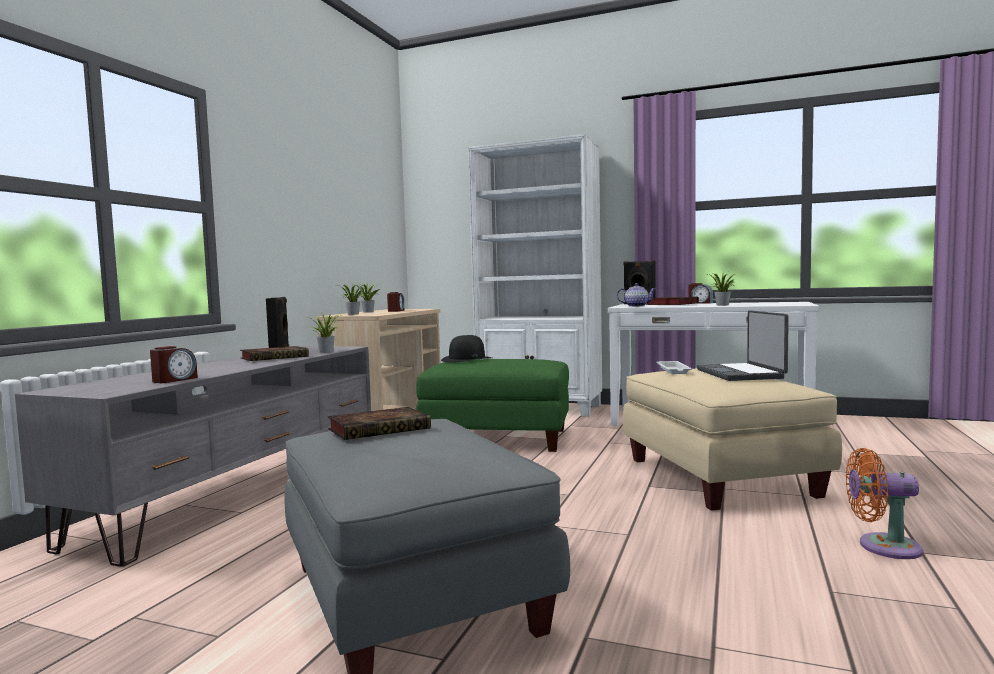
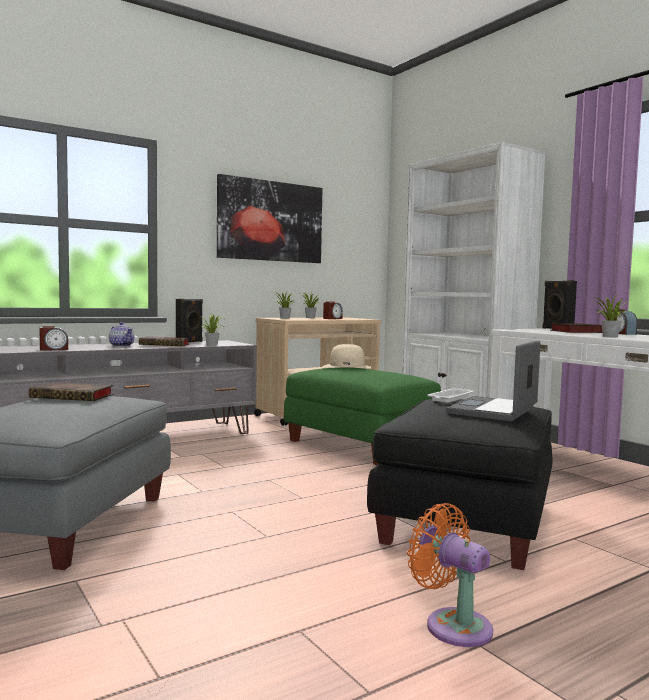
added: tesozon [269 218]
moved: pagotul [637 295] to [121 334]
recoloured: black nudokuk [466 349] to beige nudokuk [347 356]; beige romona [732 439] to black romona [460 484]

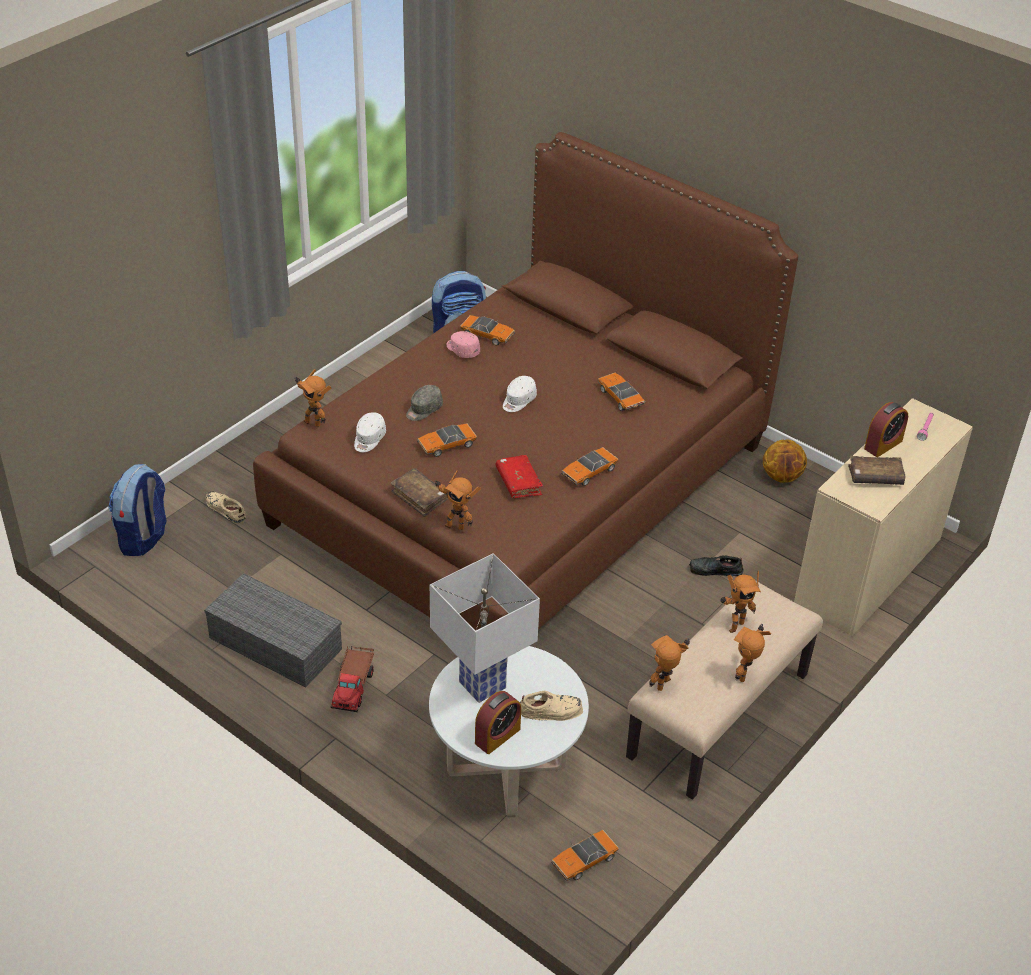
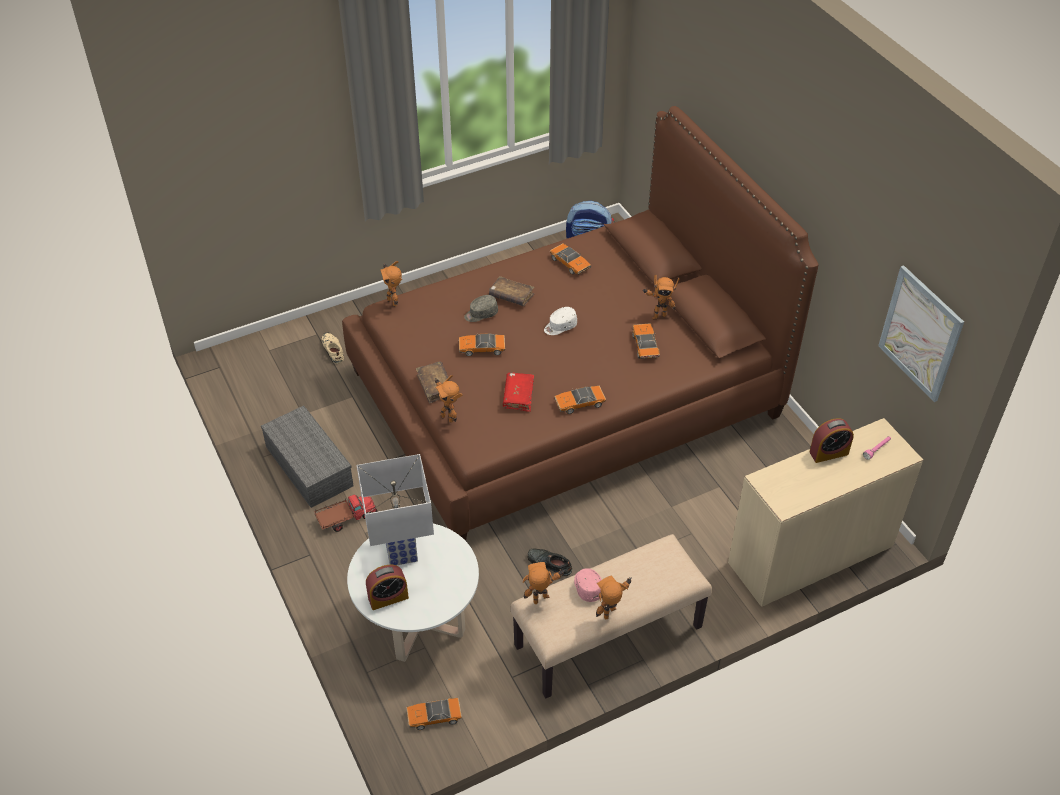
removed: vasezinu [137 510]; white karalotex [370 432]; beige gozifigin [551 706]; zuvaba [785 461]
added: tesozon [921 333]
moved: pink karalotex [463 344] to [588 585]; black gozifigin [716 566] to [549 562]; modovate [740 602] to [661 297]; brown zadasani [876 470] to [511 291]
turned: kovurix [352 679] = [346 513] 150 degrees counterclockwise

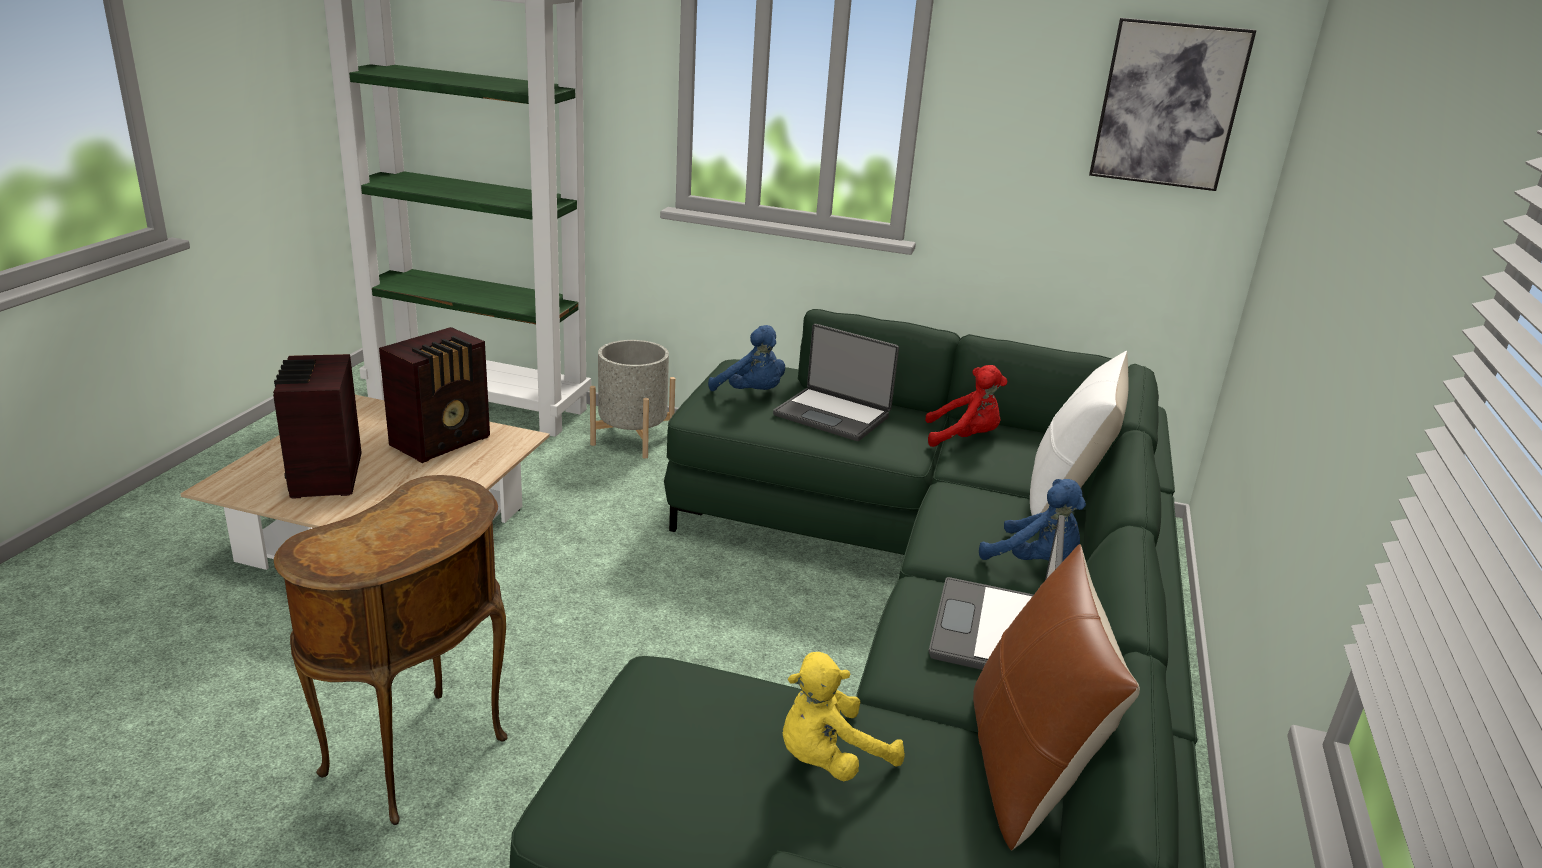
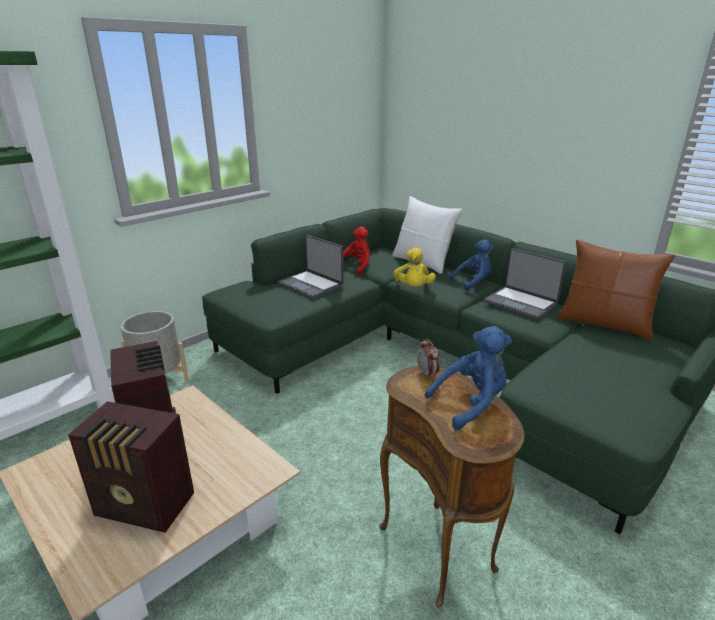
removed: tesozon [1172 104]
added: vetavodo [428 359]
moved: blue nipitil [746 358] to [468 378]; yellow nipitil [844 716] to [414 267]
turned: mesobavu [836 382] = [311 267] 75 degrees clockwise

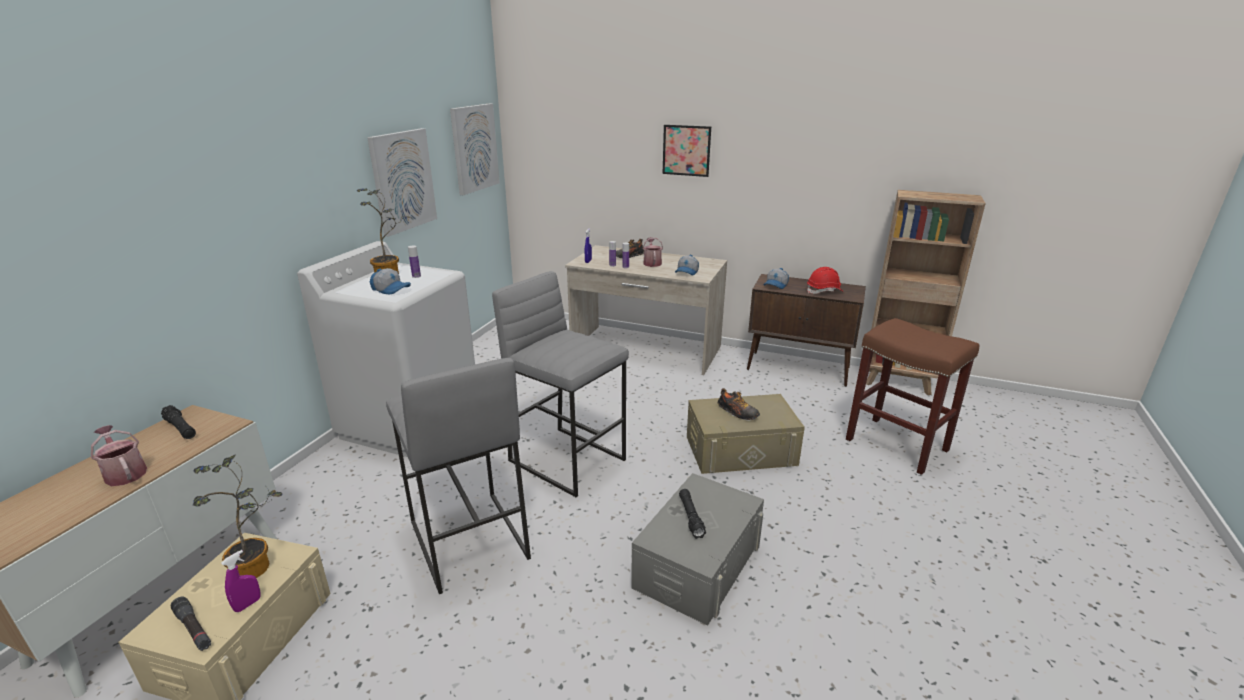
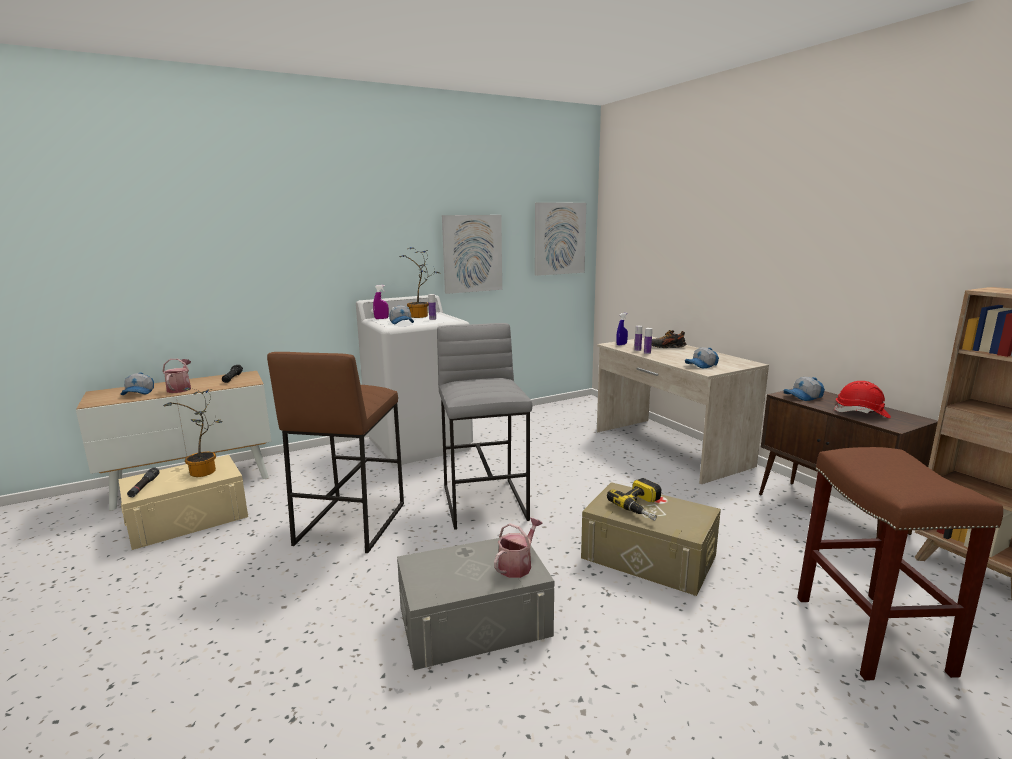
removed: tesozon [687 151]; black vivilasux [692 514]
added: karalotex [137 383]
moved: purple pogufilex [241 581] to [381 302]; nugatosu [653 252] to [518 548]
replaced: gozifigin [739 404] to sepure [634 499]
recoloured: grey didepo [458 476] to brown didepo [335 452]

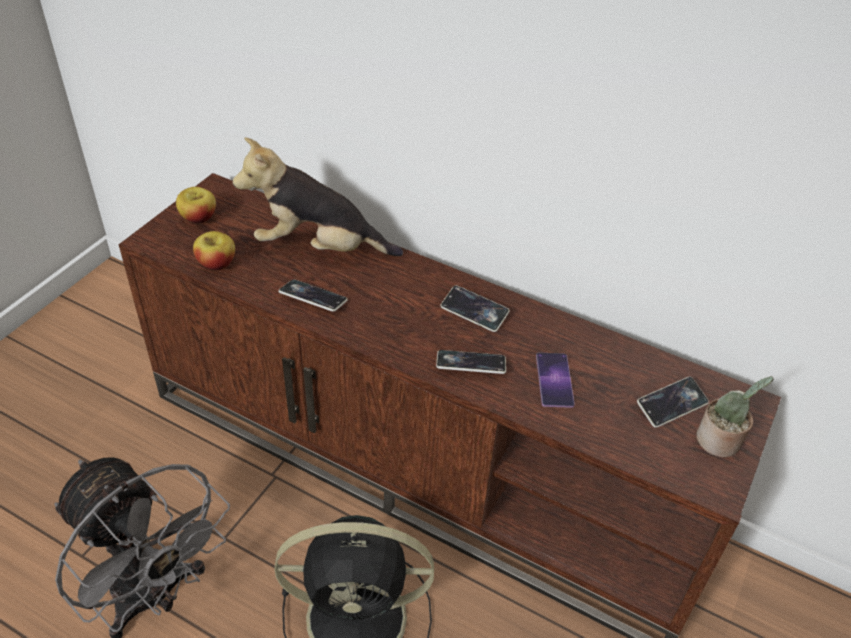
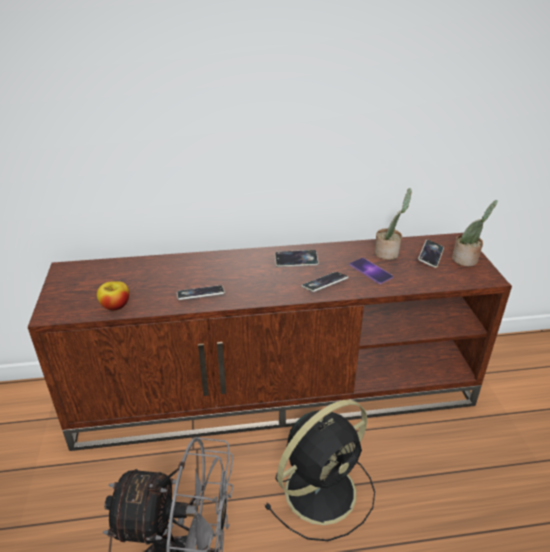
removed: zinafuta [196 205]; nipitil [318 196]
added: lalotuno [393 224]

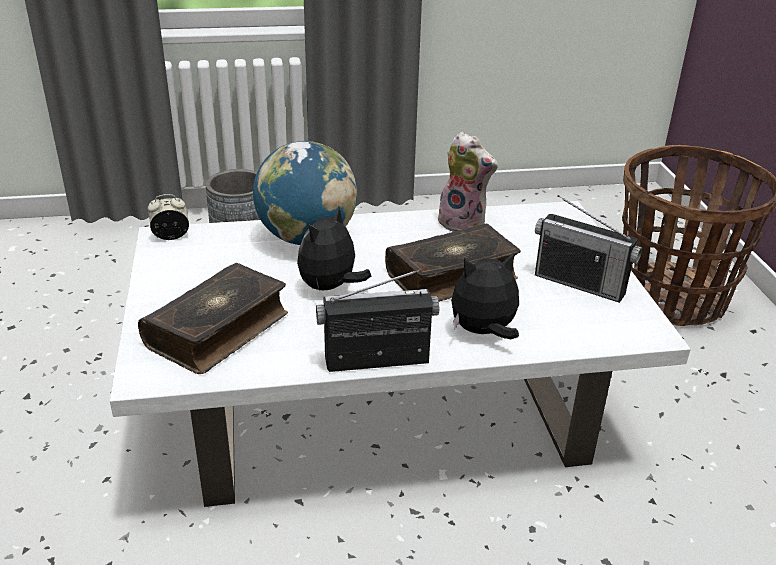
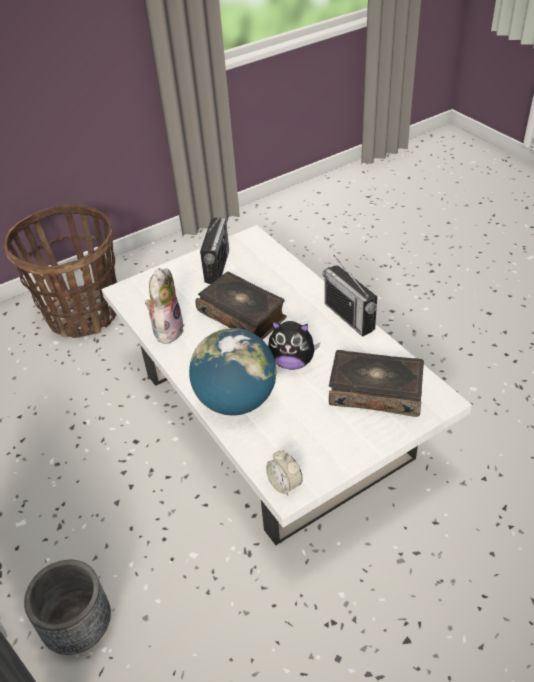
removed: nipitil [485 295]

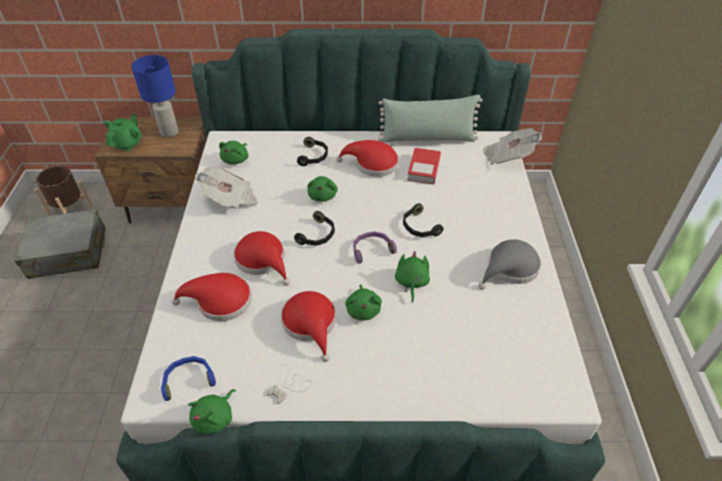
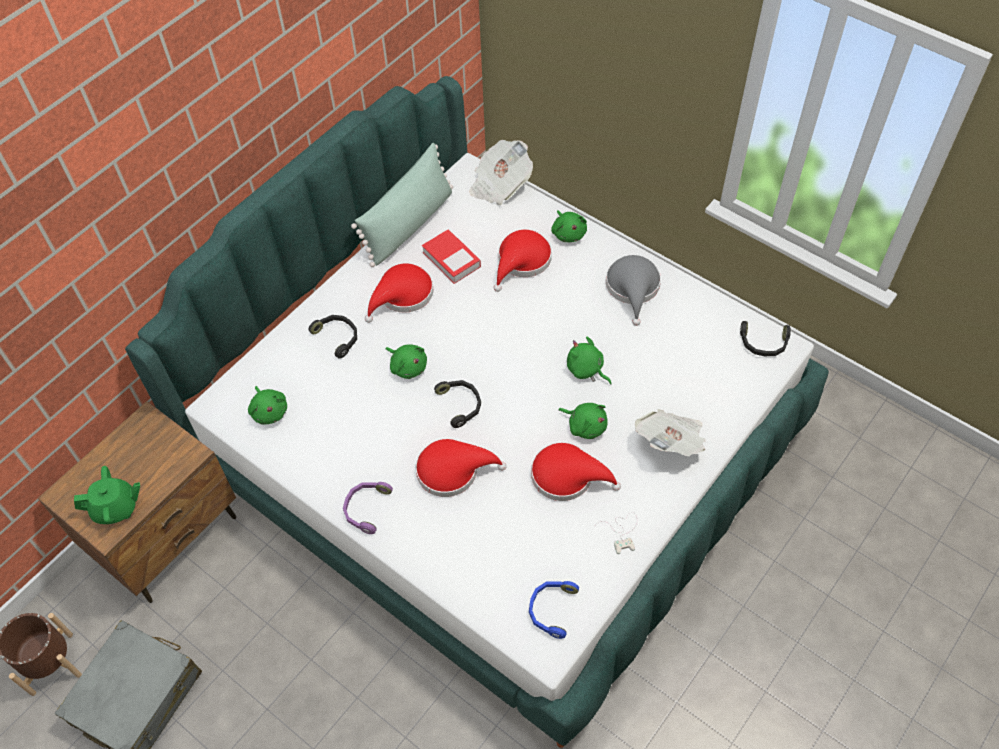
removed: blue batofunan [154 96]
moved: red nudokuk [212 297] to [523 261]; green nipitil [212 411] to [569 226]; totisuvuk [226 187] to [670 432]; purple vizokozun [375 247] to [368 508]; black vizokozun [423 220] to [765 338]
turned: green pagotul [123 132] = [107 495] 105 degrees clockwise

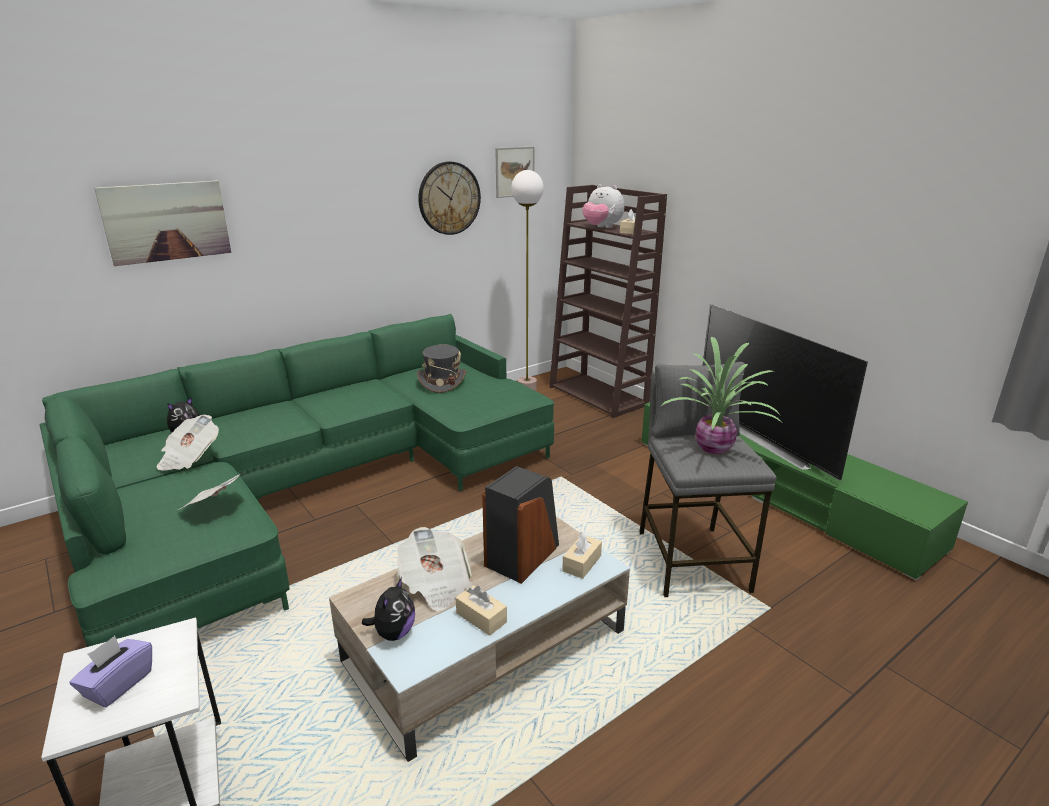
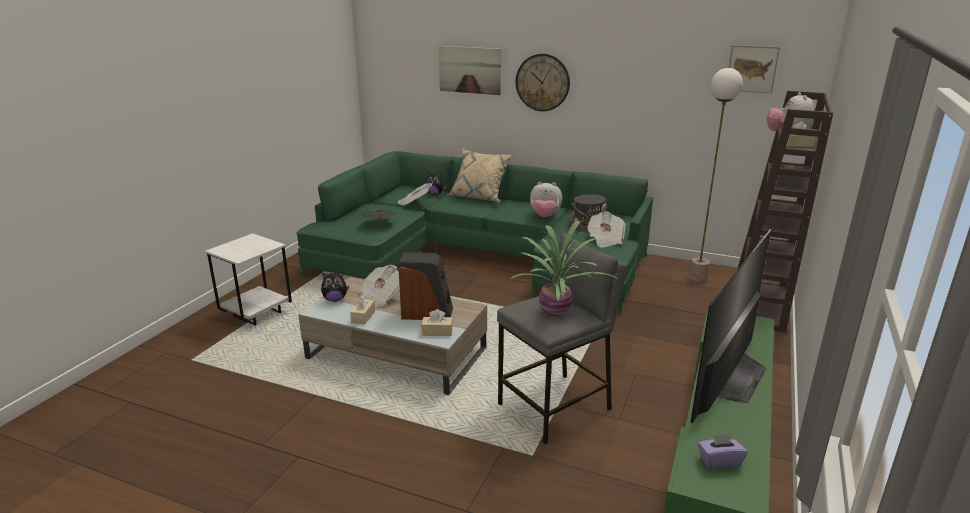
added: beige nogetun [479 175]; nipitil [546 199]; totisuvuk [606 229]
moved: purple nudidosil [111 672] to [722 451]; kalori [449 198] to [543 82]

